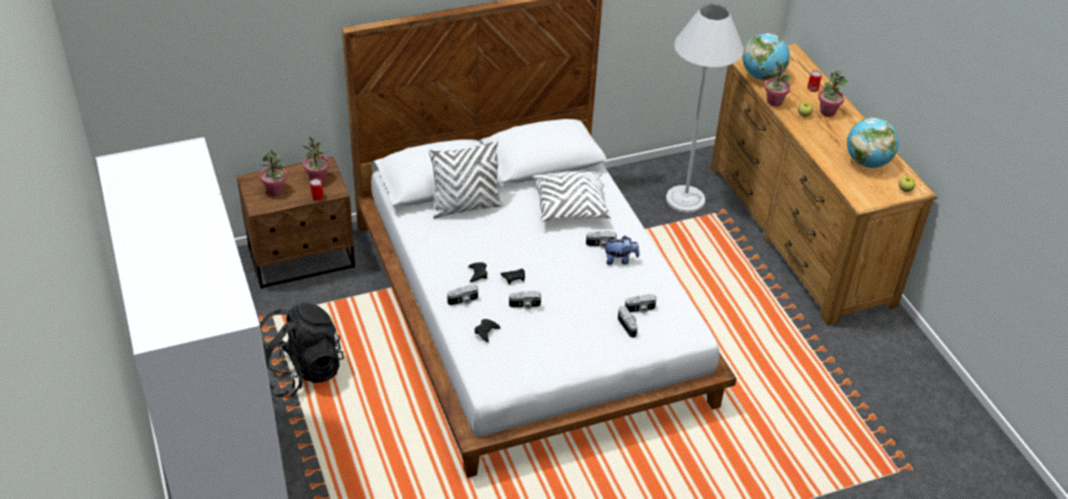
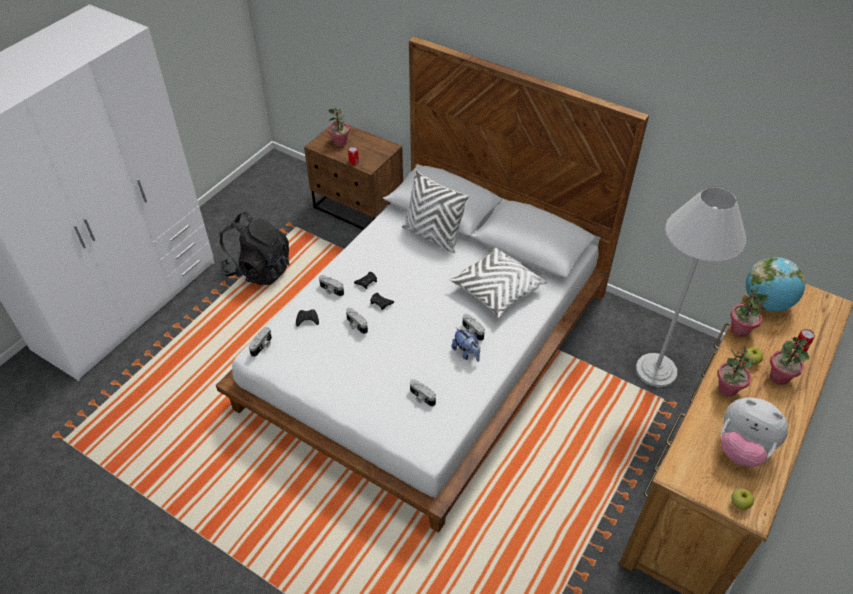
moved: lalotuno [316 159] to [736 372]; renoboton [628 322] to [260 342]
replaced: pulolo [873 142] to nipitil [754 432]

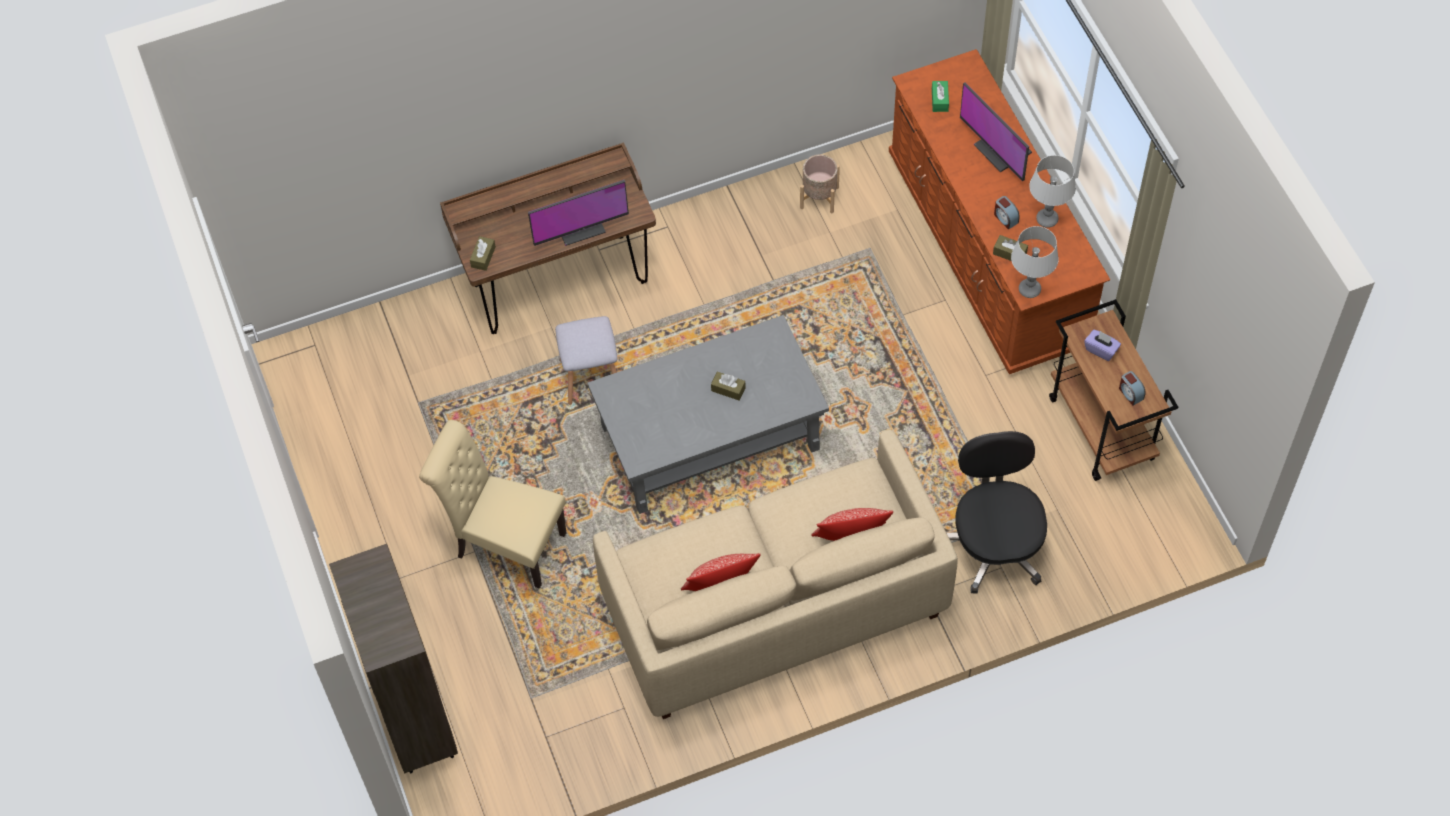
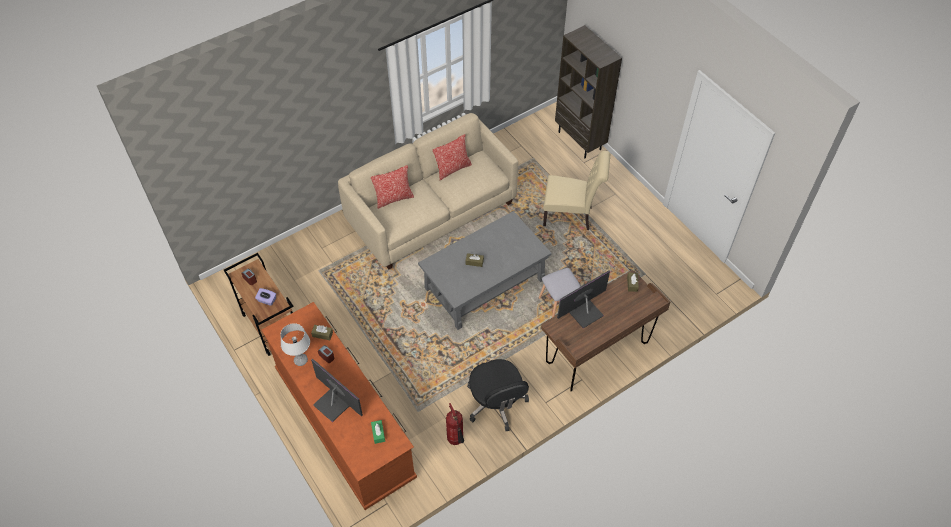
removed: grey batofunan [1035 262]
moved: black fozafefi [997 512] to [498 395]
replaced: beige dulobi [820 183] to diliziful [455 424]

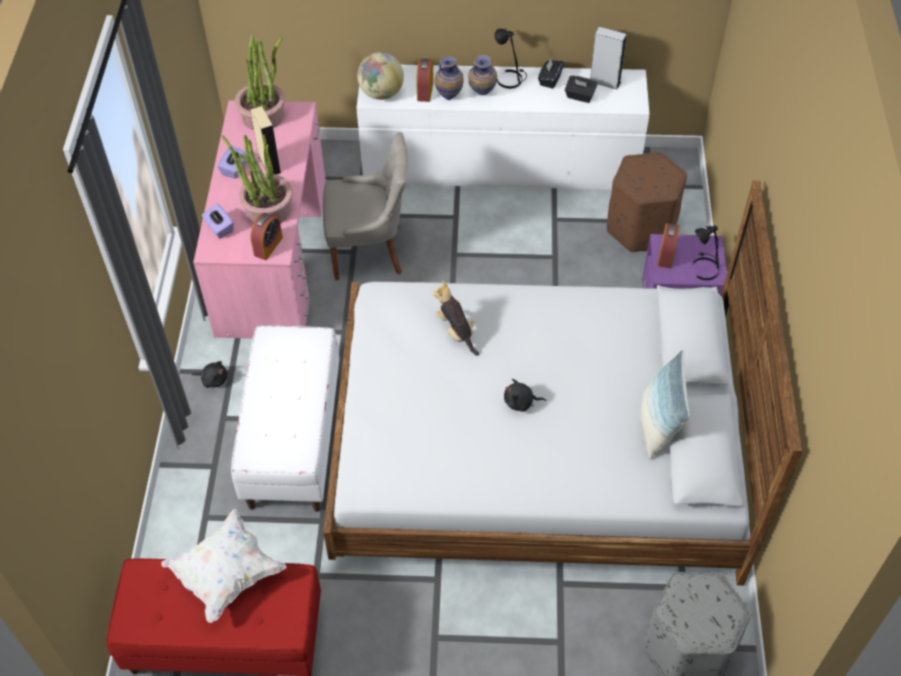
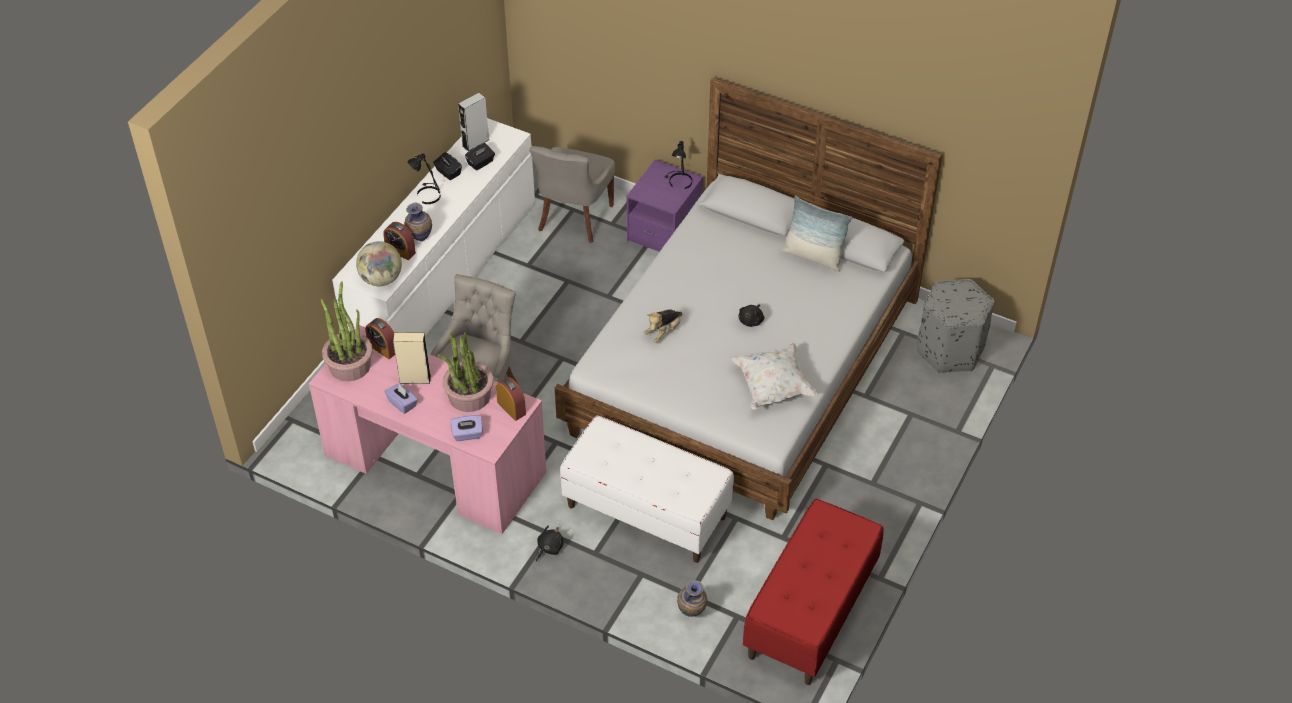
moved: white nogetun [223 566] to [773 376]; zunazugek [482 75] to [692 598]; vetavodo [668 245] to [380 338]
replaced: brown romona [647 202] to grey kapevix [572 194]
turned: nipitil [455 318] = [663 326] 45 degrees counterclockwise

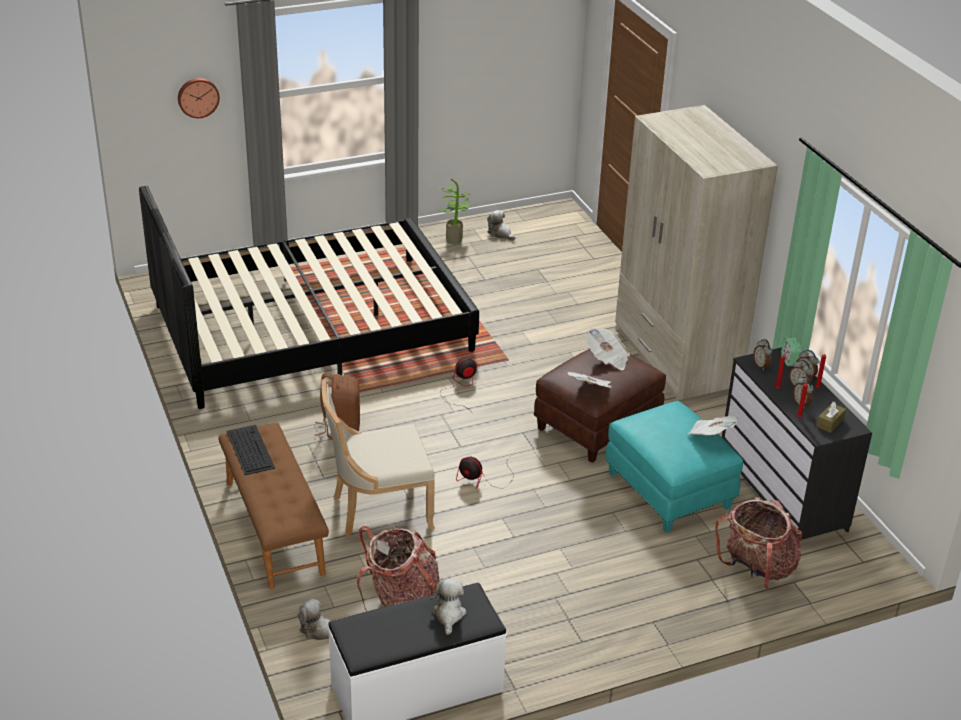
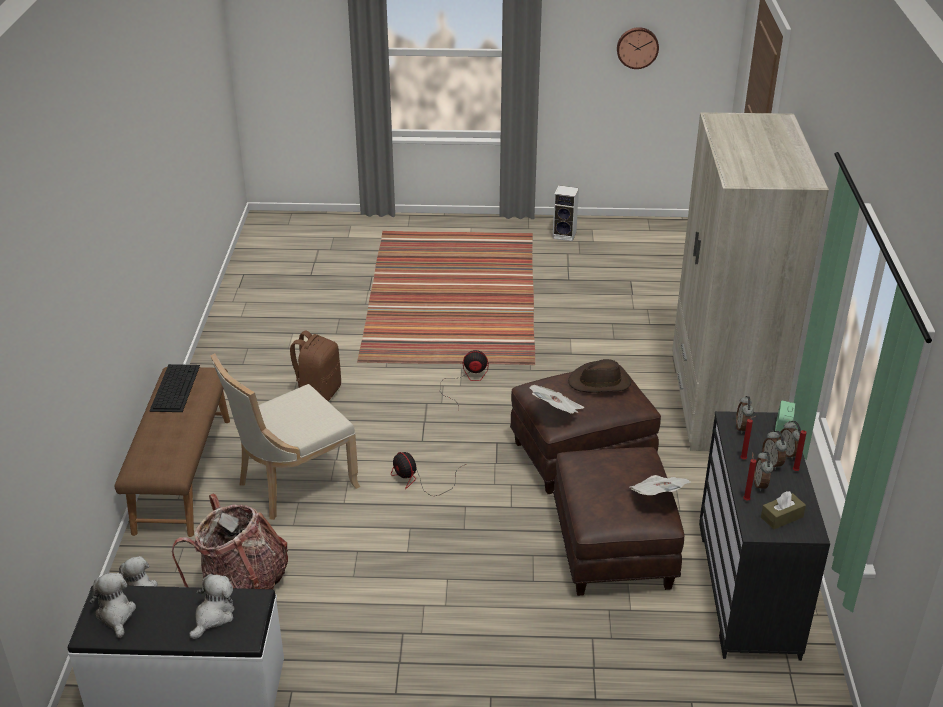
removed: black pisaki [309 297]; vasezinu [758 544]
moved: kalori [199 98] to [638 48]; nipitil [501 225] to [112 605]
replaced: lalotuno [453 212] to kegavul [565 213]; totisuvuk [608 349] to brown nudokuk [599 376]
recoloured: turquoise romona [674 467] to brown romona [619 521]
turned: beige kapevix [378 458] = [285 436] 45 degrees counterclockwise

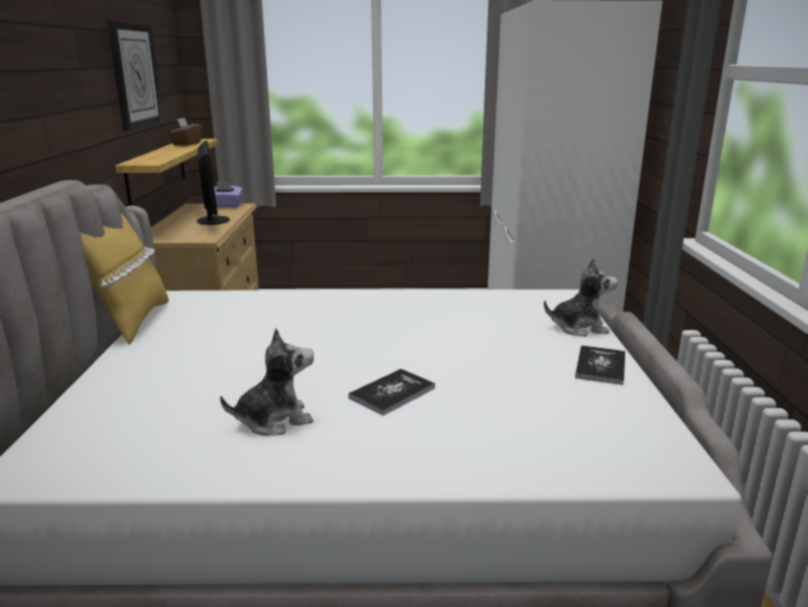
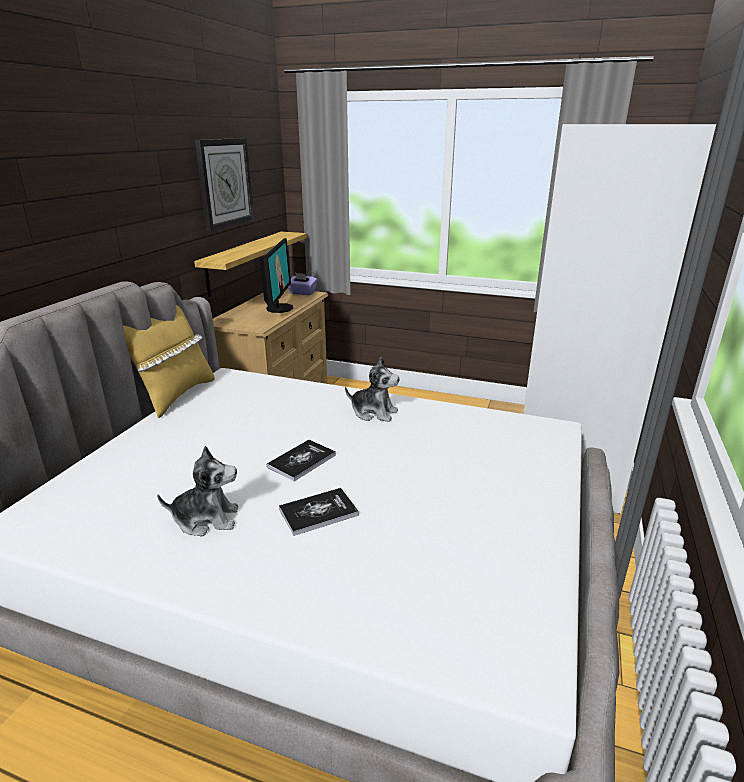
removed: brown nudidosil [185 132]
moved: nipitil [581 297] to [372 389]; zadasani [600 365] to [301 460]

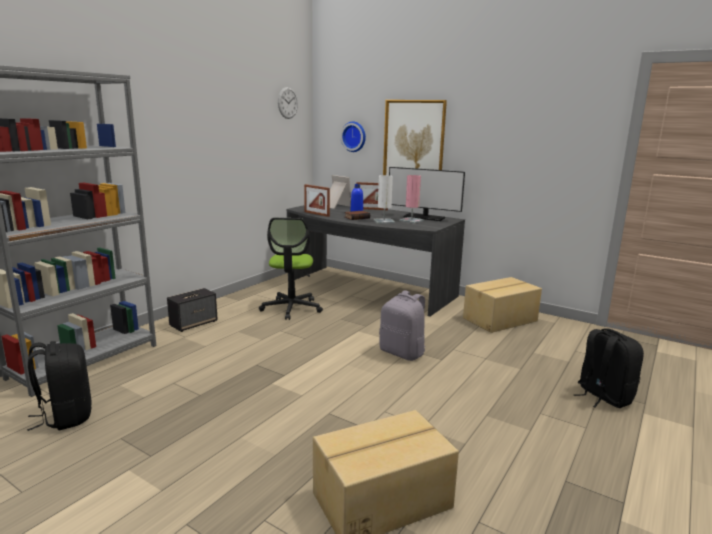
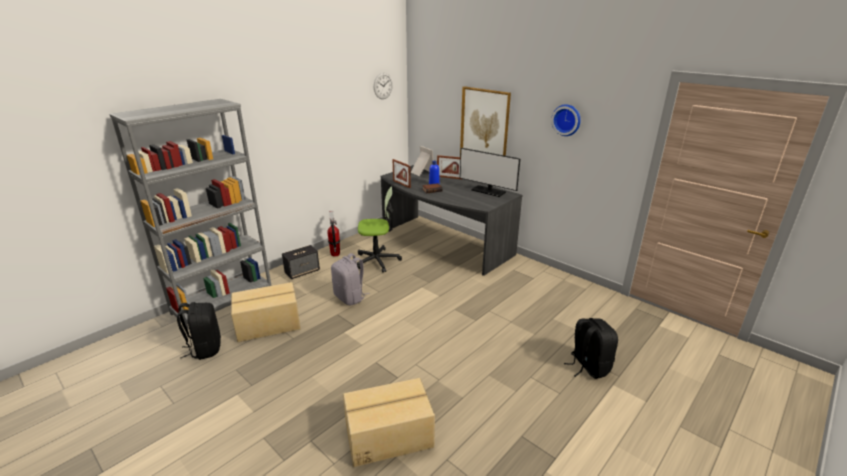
removed: white batofunan [384 199]; pink batofunan [411 199]
added: diliziful [333 234]
moved: kalori [353 136] to [566 120]; grey vasezinu [402 325] to [350 279]; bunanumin [502 305] to [266 312]
turned: fozafefi [291 269] = [379 229] 105 degrees counterclockwise

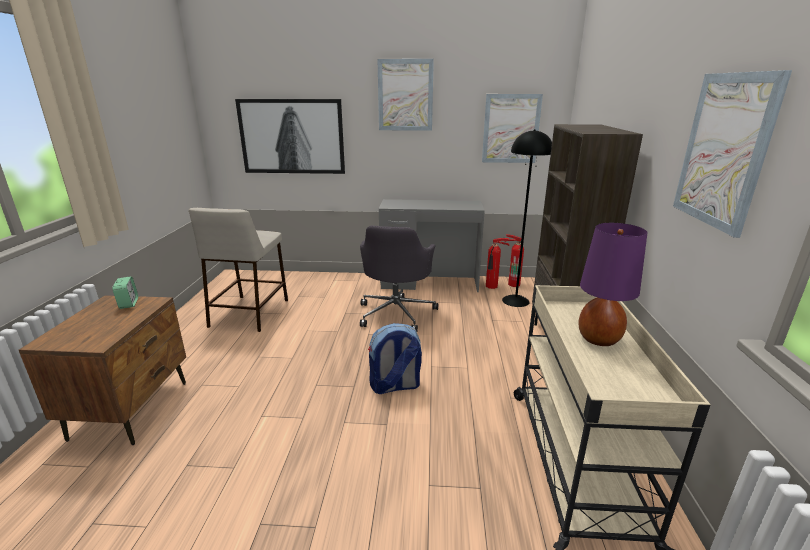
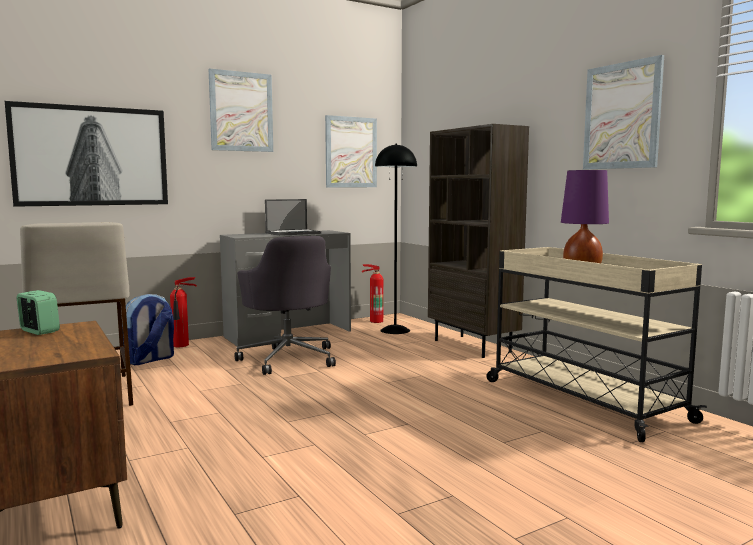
added: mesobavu [293 217]
moved: vasezinu [395 358] to [148 329]; diliziful [498 263] to [183 312]

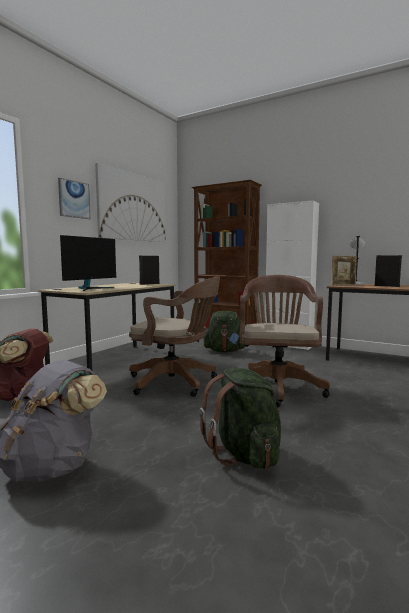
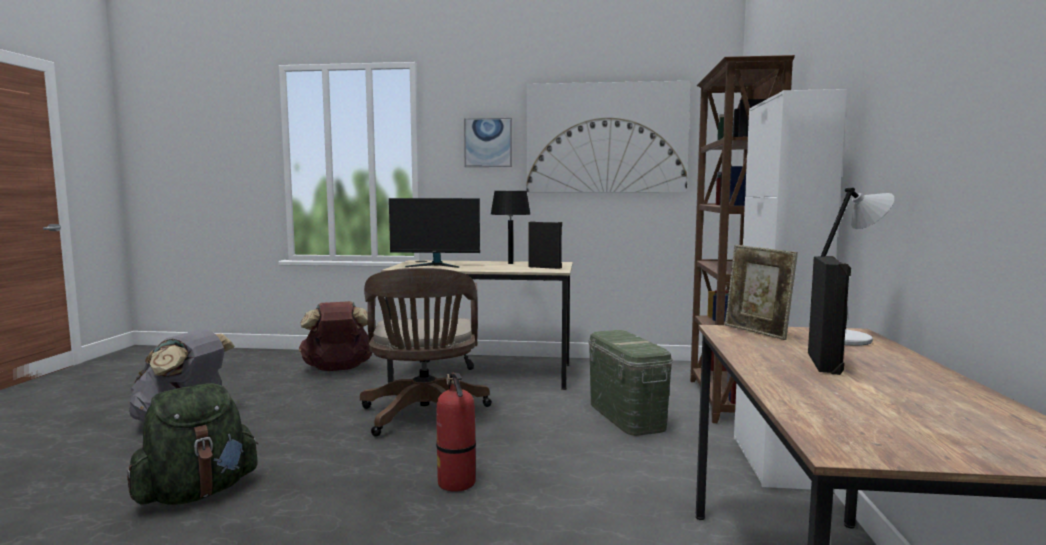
added: black batofunan [511 227]
replaced: green vasezinu [224 332] to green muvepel [631 383]; brown fozafefi [285 341] to diliziful [456 432]

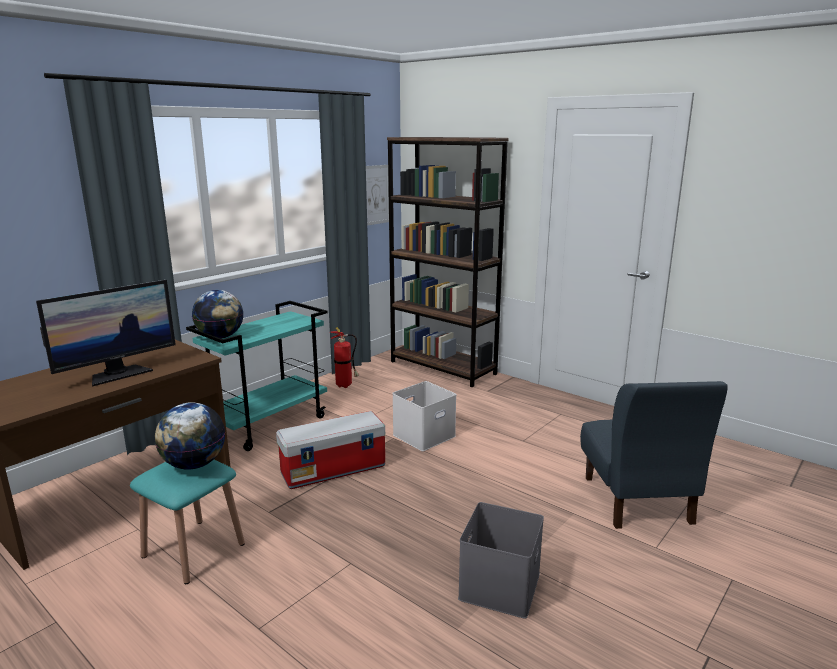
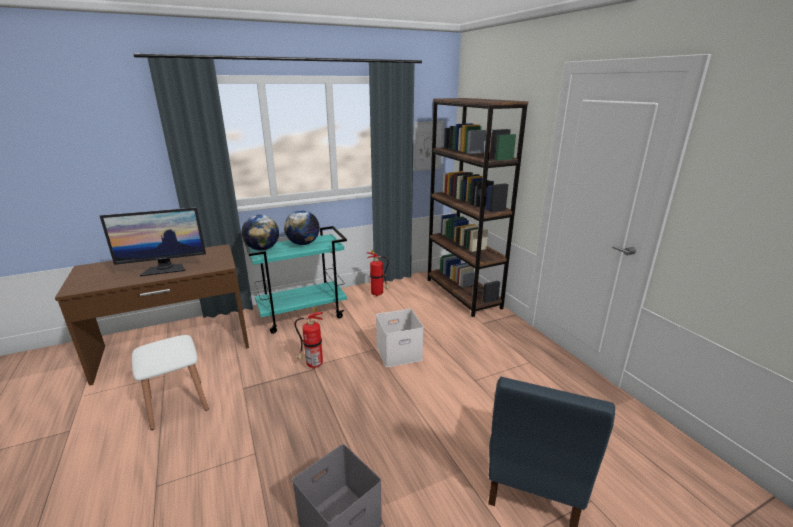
moved: pulolo [190 436] to [302 227]
replaced: muvepel [330 450] to diliziful [309 338]
recoloured: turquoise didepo [187 522] to white didepo [170 382]

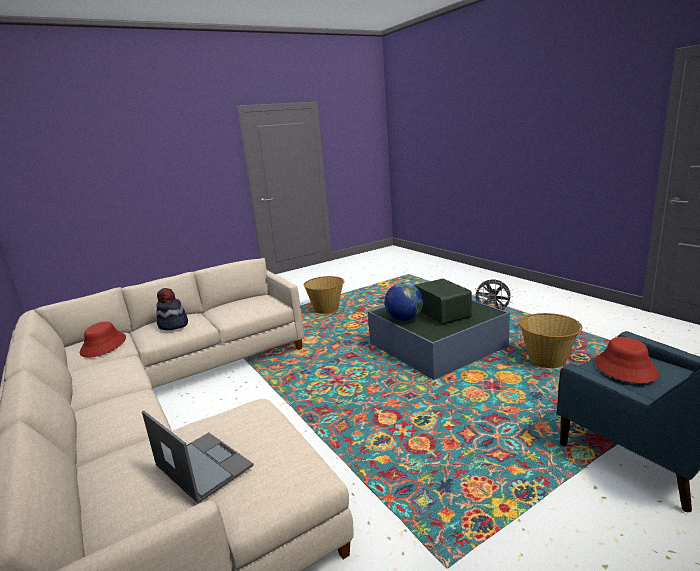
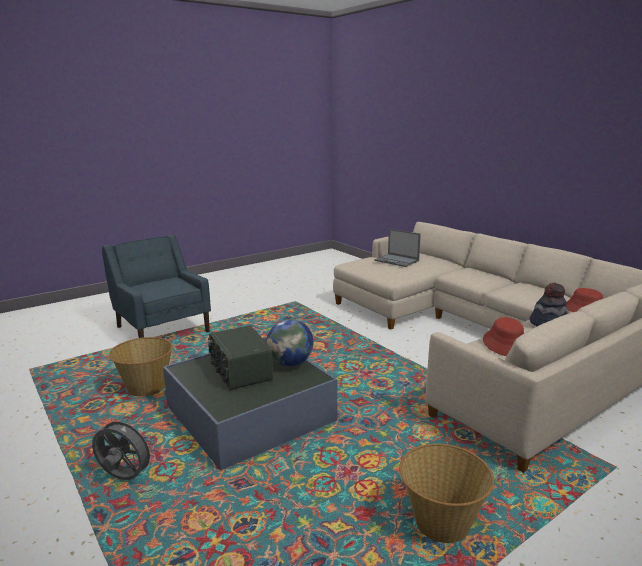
moved: red nudokuk [627 360] to [503 336]

